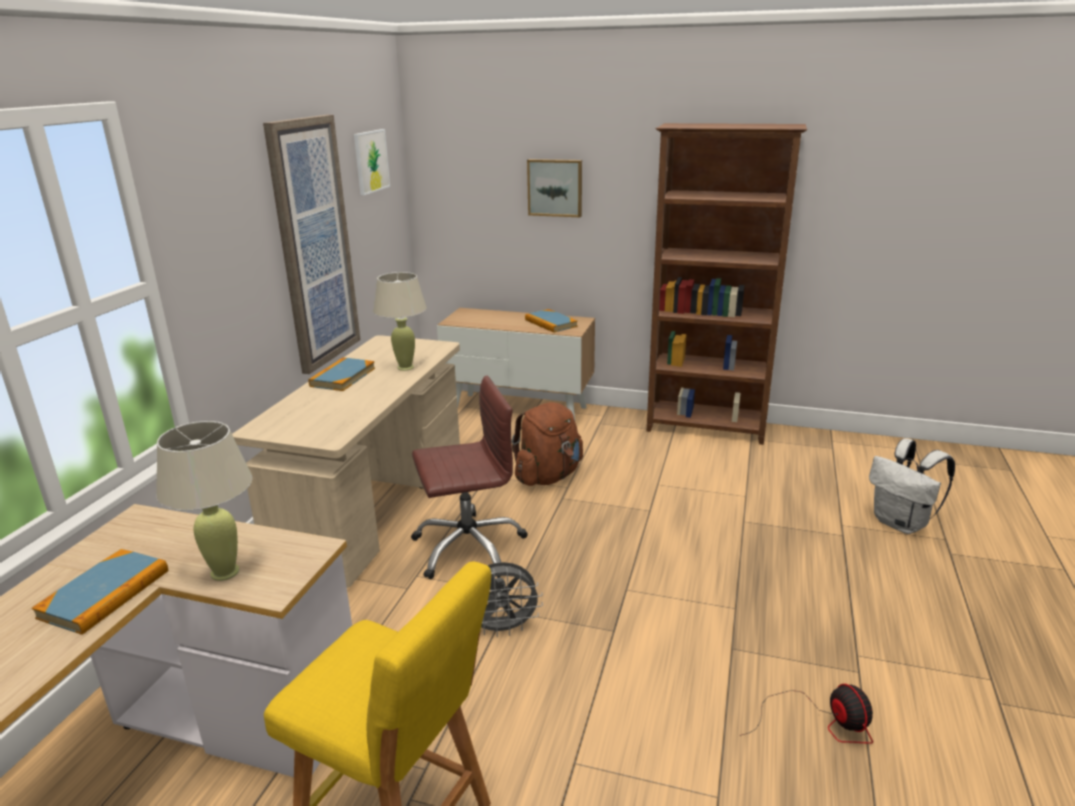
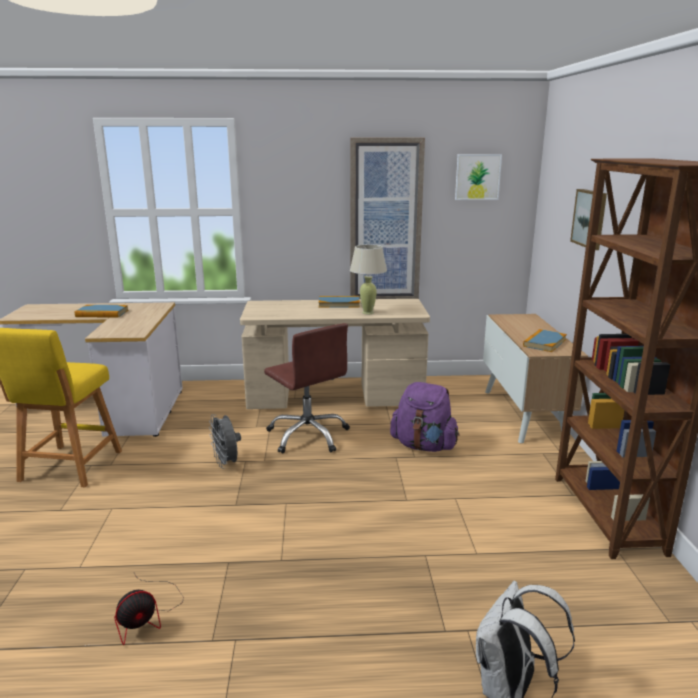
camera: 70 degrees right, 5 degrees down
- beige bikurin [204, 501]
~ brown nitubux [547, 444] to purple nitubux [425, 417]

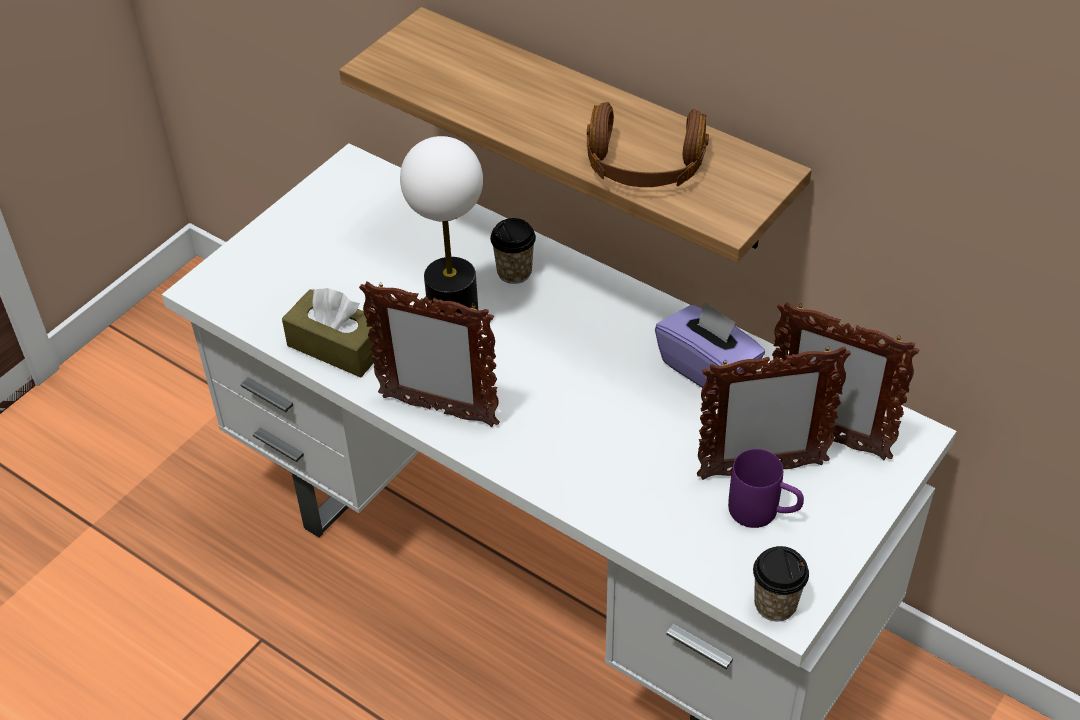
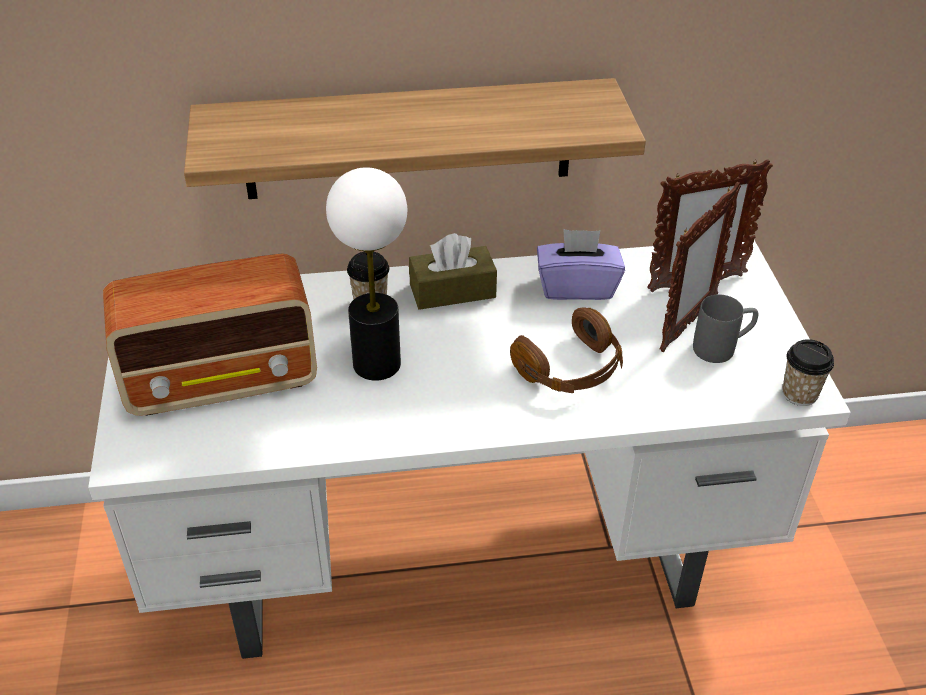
camera: 45 degrees left, 5 degrees down
~ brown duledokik [332, 332] to [453, 271]
- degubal [429, 354]
~ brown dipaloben [648, 144] to [566, 350]
~ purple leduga [766, 488] to grey leduga [725, 328]
+ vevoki [210, 334]

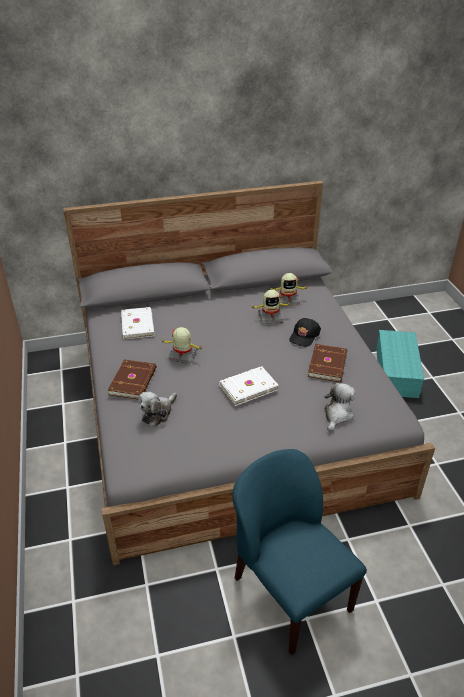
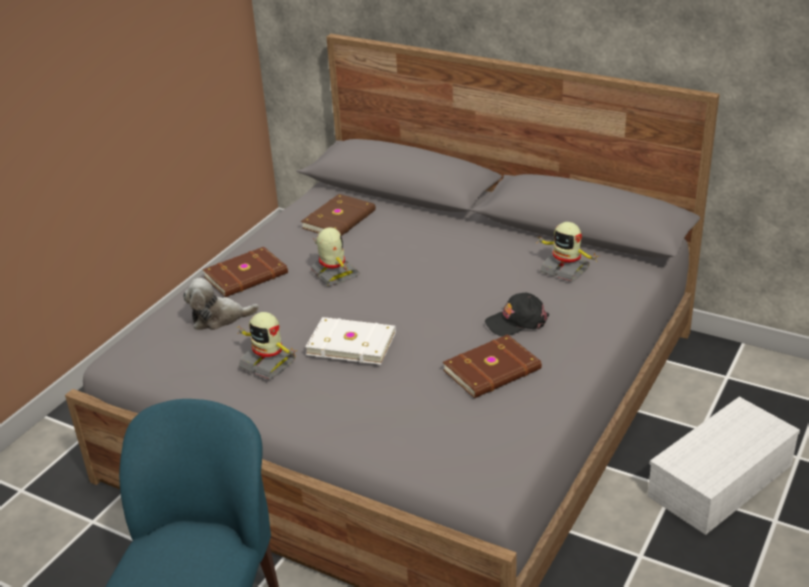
camera: 45 degrees right, 5 degrees down
~ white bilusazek [138, 323] to brown bilusazek [338, 215]
~ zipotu [271, 307] to [267, 346]
- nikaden [340, 407]
~ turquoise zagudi [400, 364] to white zagudi [724, 466]

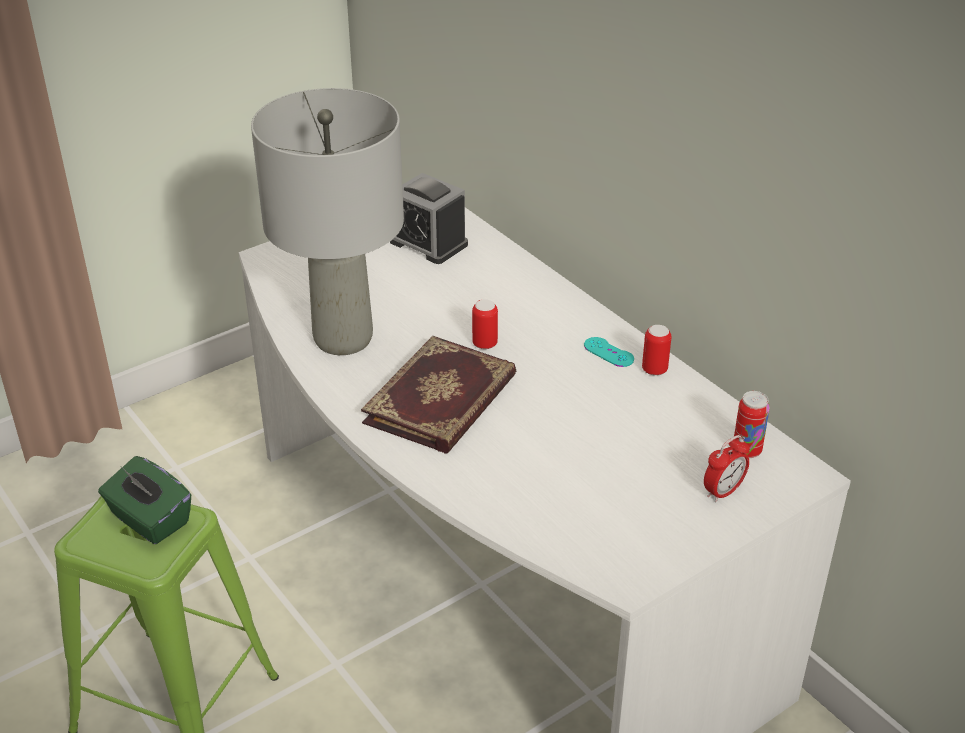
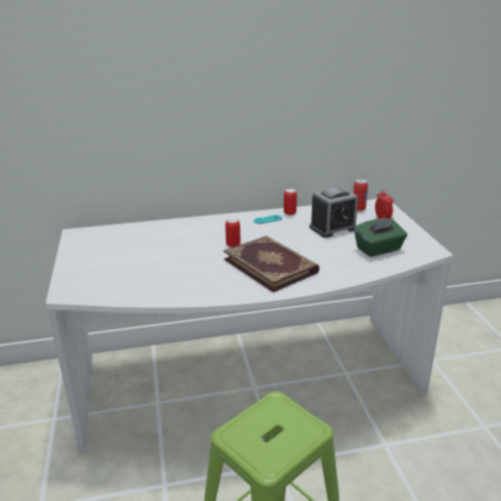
camera: 65 degrees left, 10 degrees down
~ green duledokik [144, 500] to [380, 237]
- grey bikurin [327, 221]
~ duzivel [429, 218] to [333, 212]

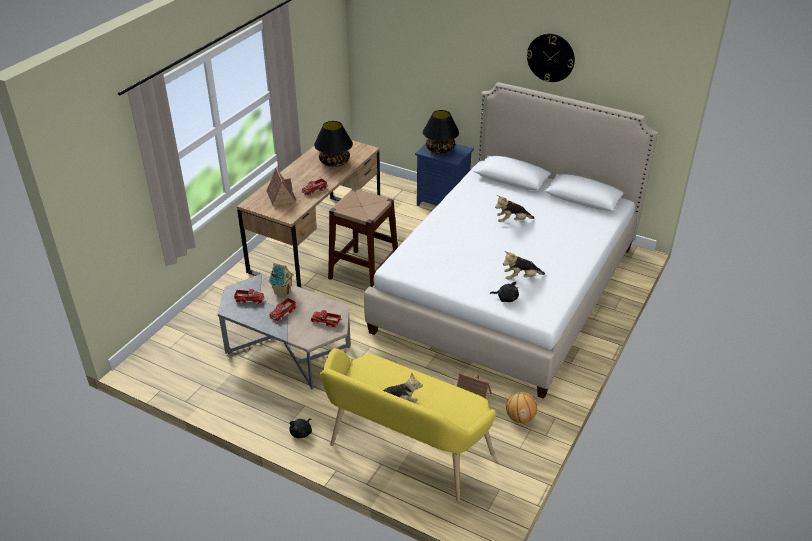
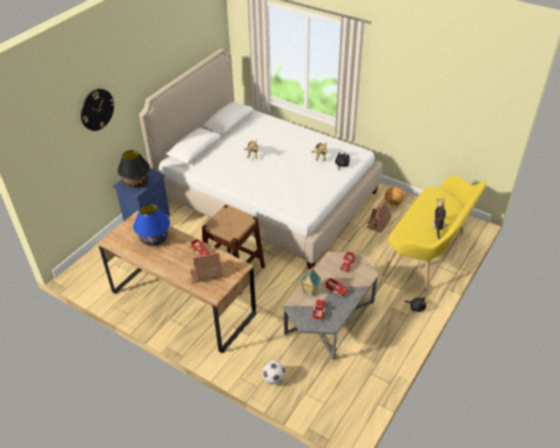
camera: 85 degrees left, 5 degrees up
~ black bikurin [333, 144] to blue bikurin [151, 225]
~ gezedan [551, 58] to [98, 110]
+ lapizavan [273, 372]

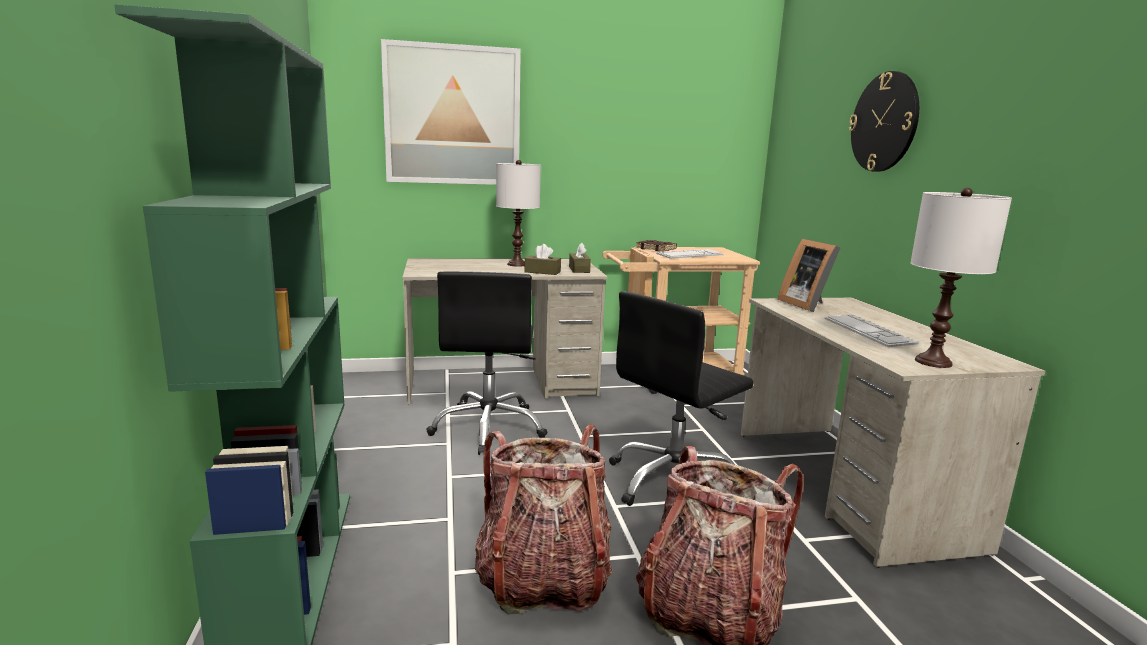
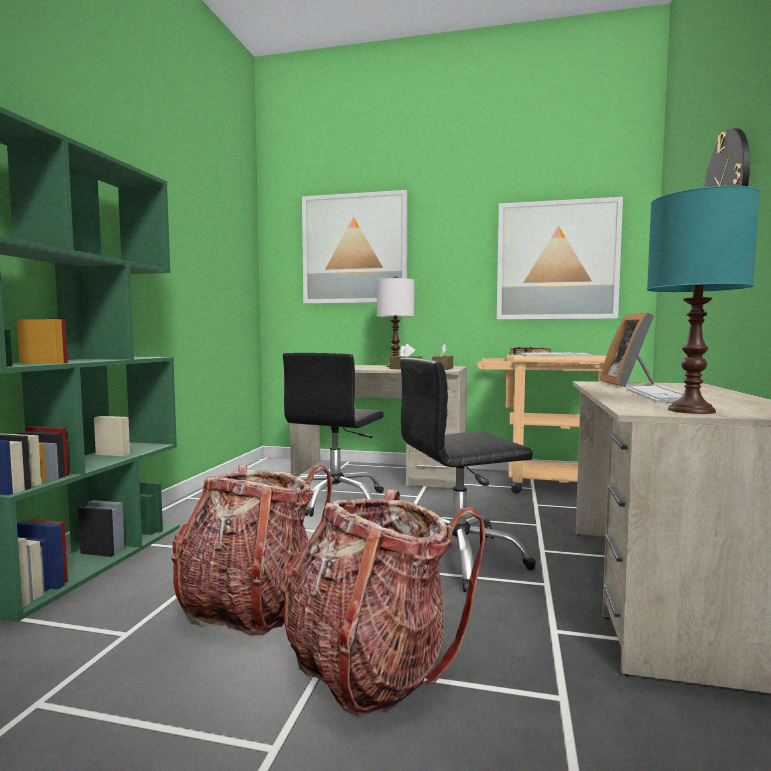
camera: 25 degrees right, 10 degrees down
~ white bikurin [961, 278] to turquoise bikurin [703, 300]
+ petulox [560, 258]

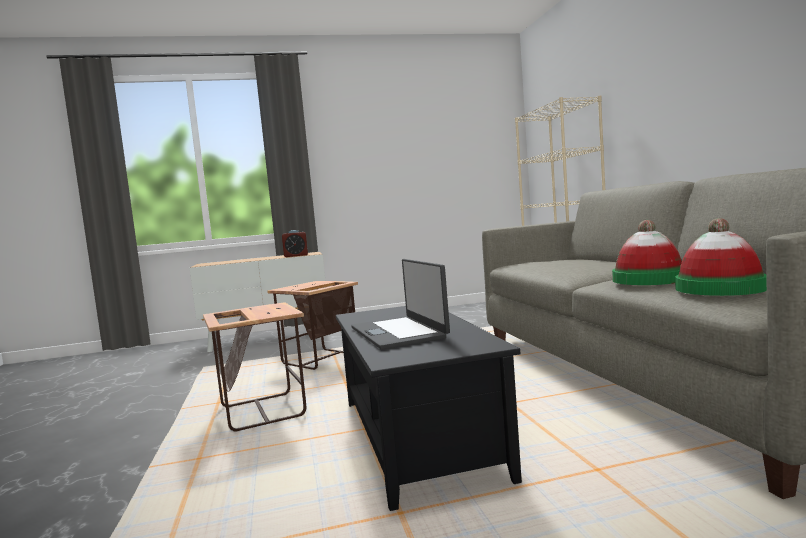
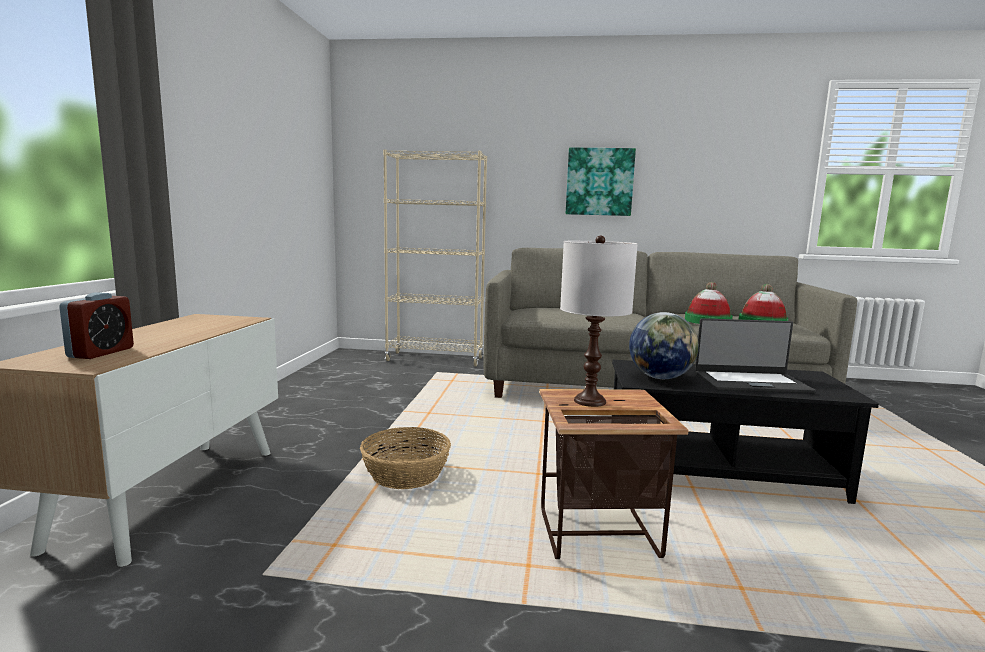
camera: 70 degrees left, 5 degrees up
~ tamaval [312, 325] to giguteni [405, 458]
~ duzivel [295, 243] to [96, 325]
+ white bikurin [599, 321]
+ petulox [601, 182]
+ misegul [664, 345]

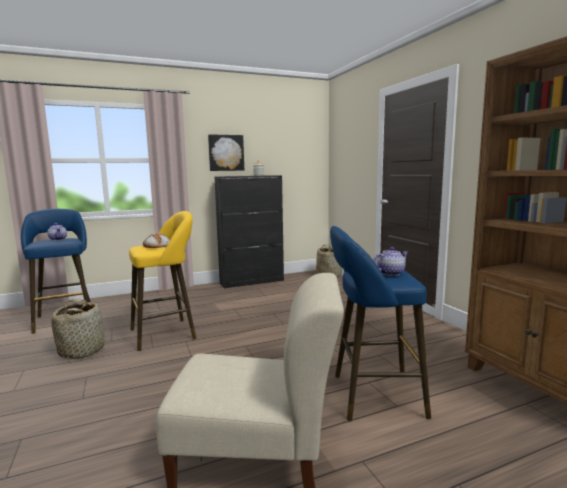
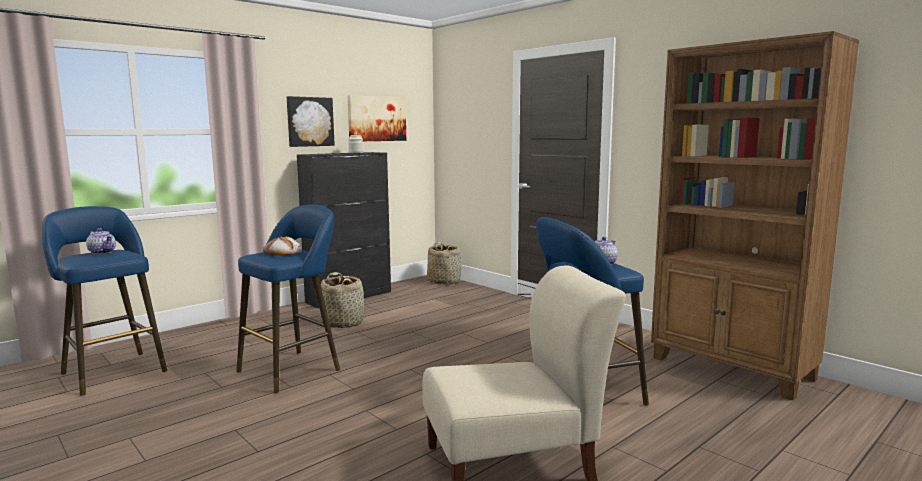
camera: 20 degrees left, 0 degrees up
~ giguteni [77, 329] to [342, 300]
~ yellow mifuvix [162, 281] to blue mifuvix [288, 299]
+ petulox [377, 118]

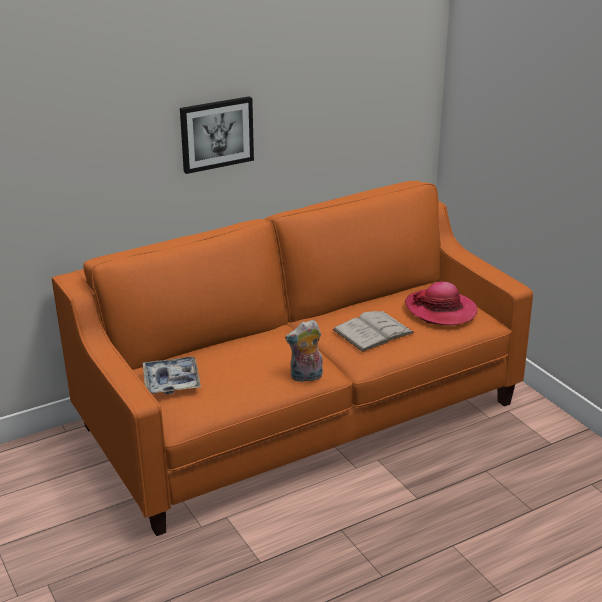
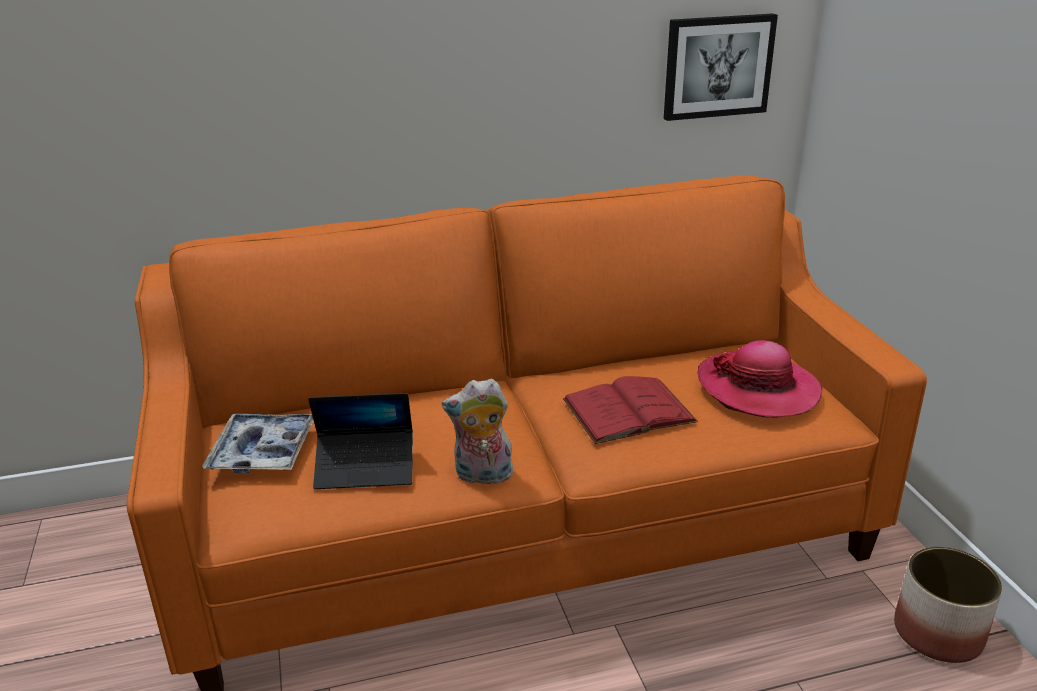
camera: 15 degrees right, 0 degrees up
~ petulox [217, 135] to [721, 67]
~ white bilusazek [373, 331] to red bilusazek [630, 410]
+ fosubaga [360, 441]
+ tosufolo [948, 605]

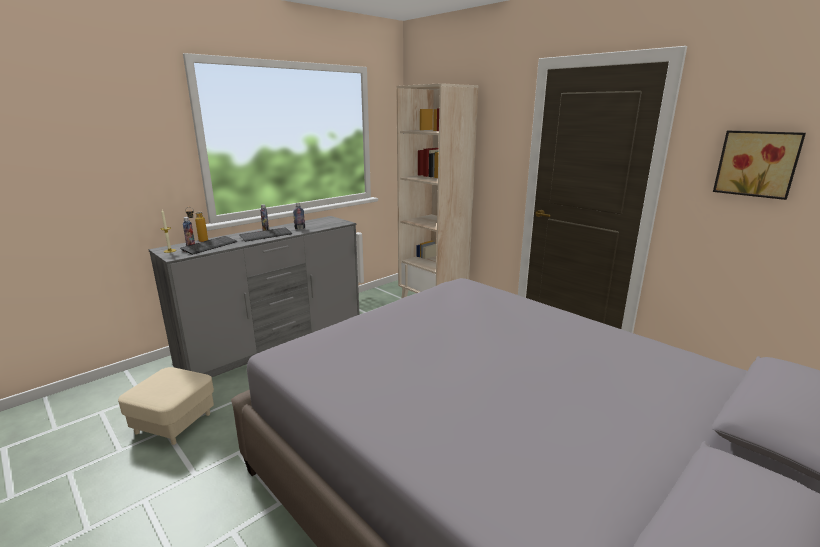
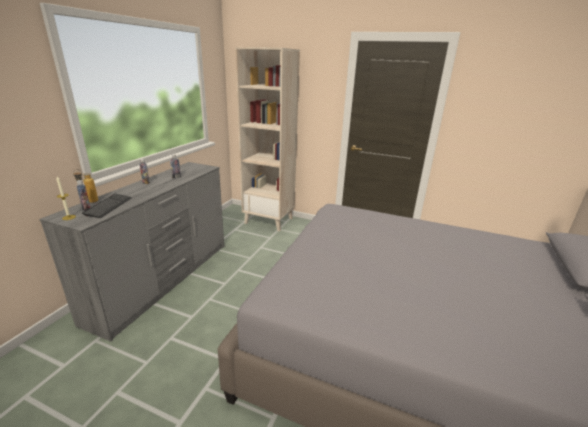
camera: 25 degrees left, 5 degrees up
- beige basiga [166, 406]
- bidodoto [265, 234]
- petulox [759, 165]

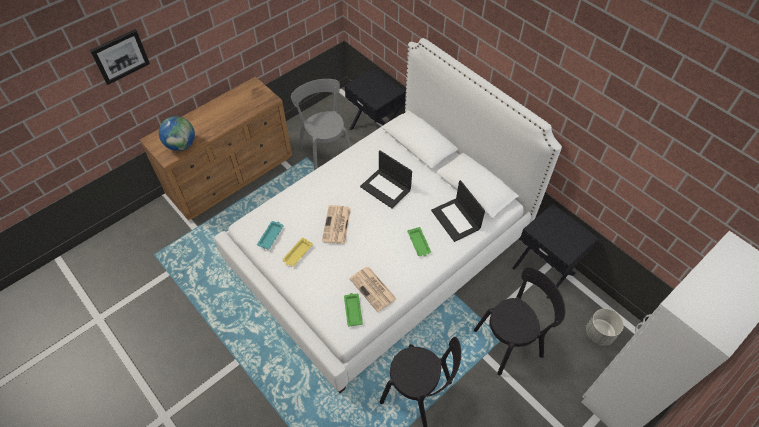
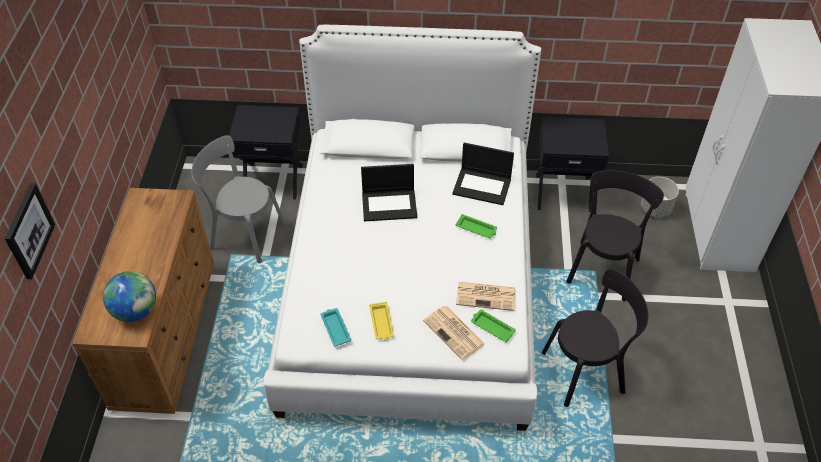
camera: 45 degrees left, 5 degrees down
~ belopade [336, 224] to [454, 333]

